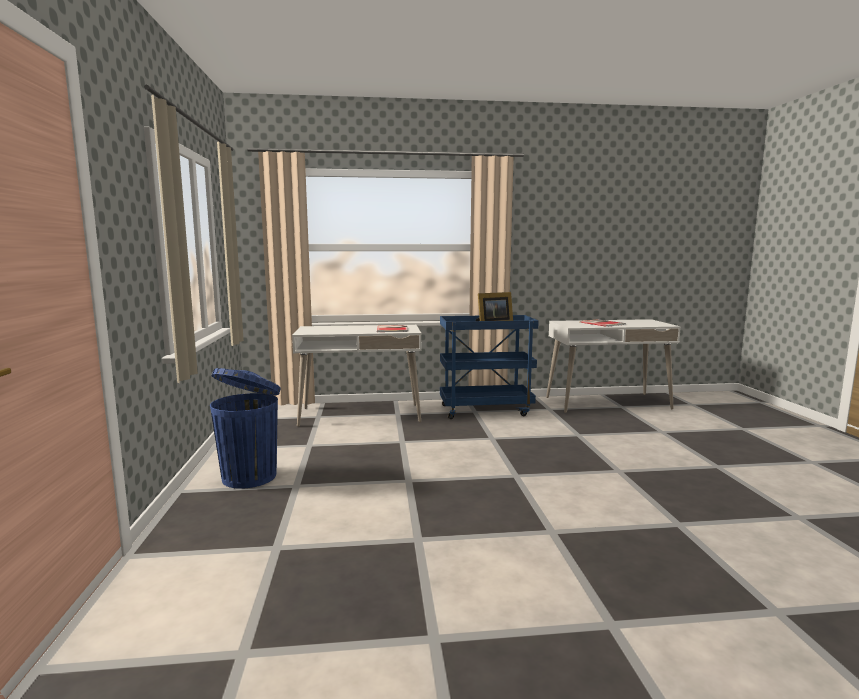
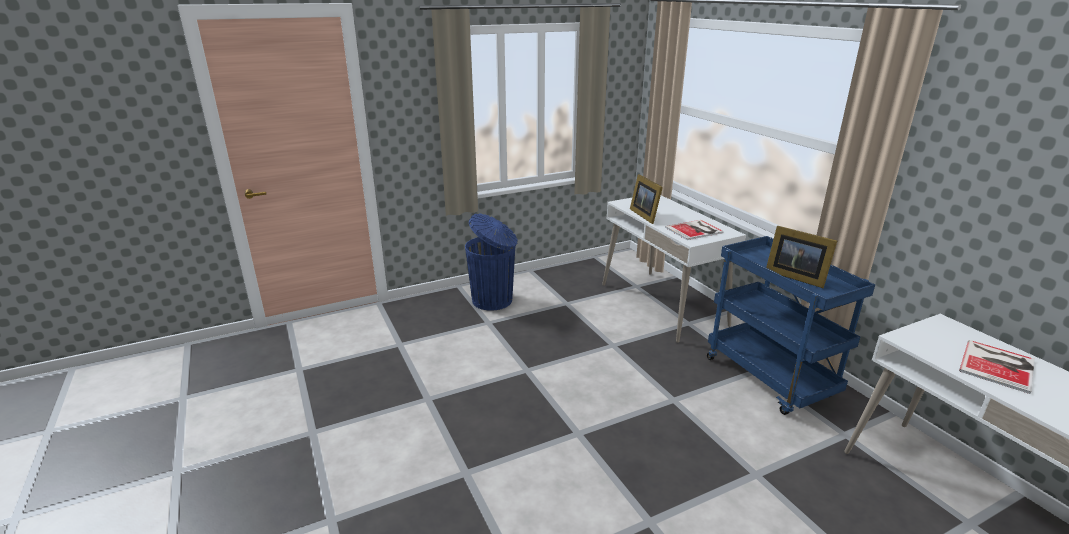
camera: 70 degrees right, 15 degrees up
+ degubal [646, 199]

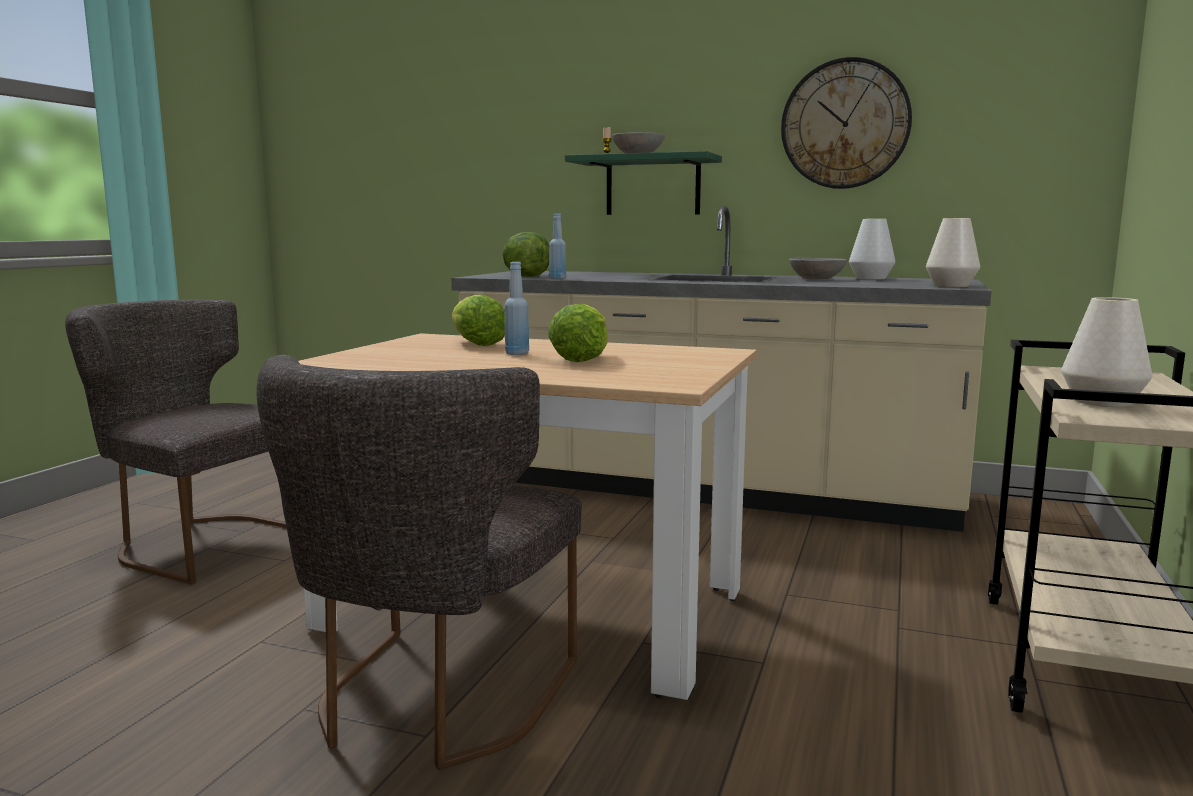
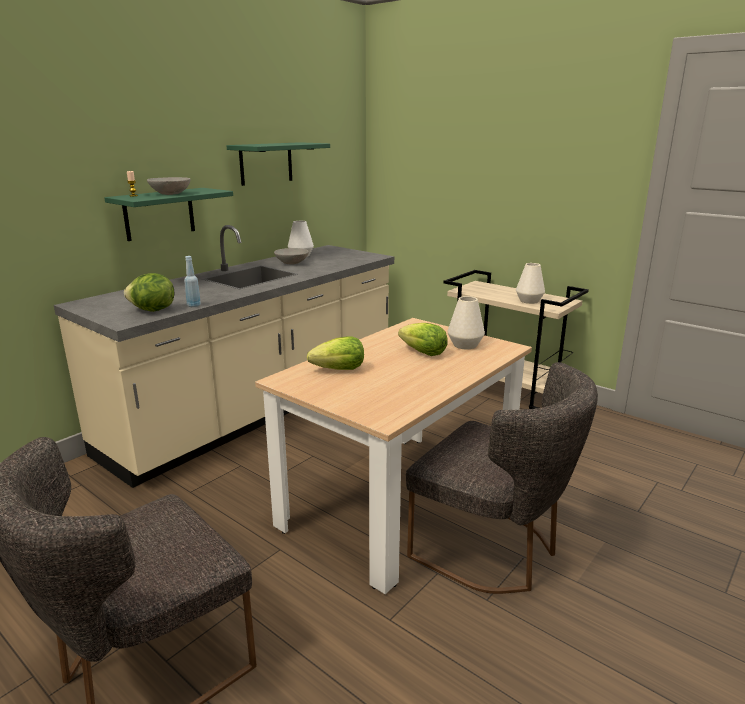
camera: 70 degrees left, 10 degrees up
- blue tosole [517, 308]
~ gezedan [846, 123] to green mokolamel [278, 164]
~ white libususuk [953, 252] to [466, 322]

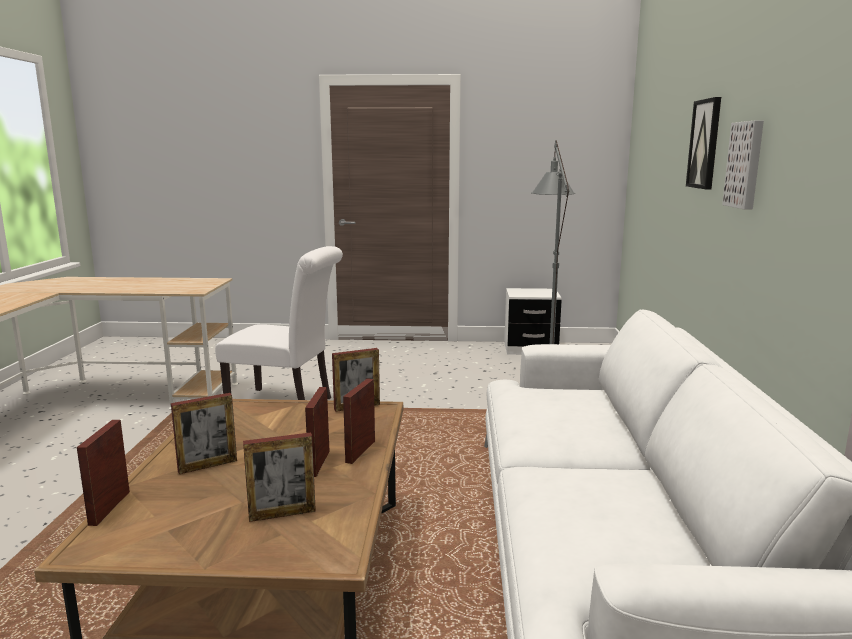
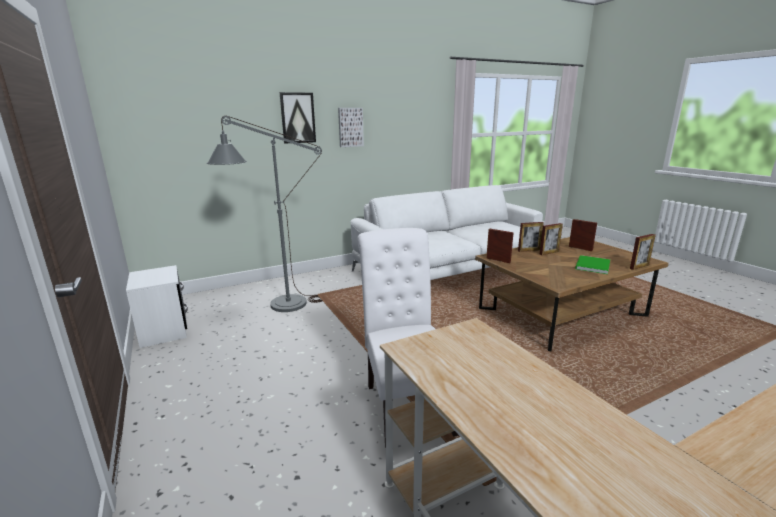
camera: 120 degrees left, 5 degrees up
~ degubal [204, 433] to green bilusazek [592, 264]

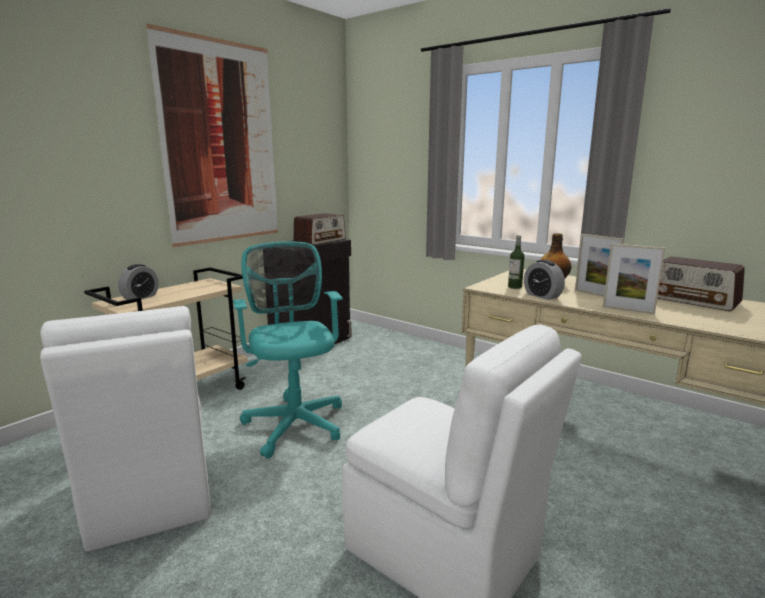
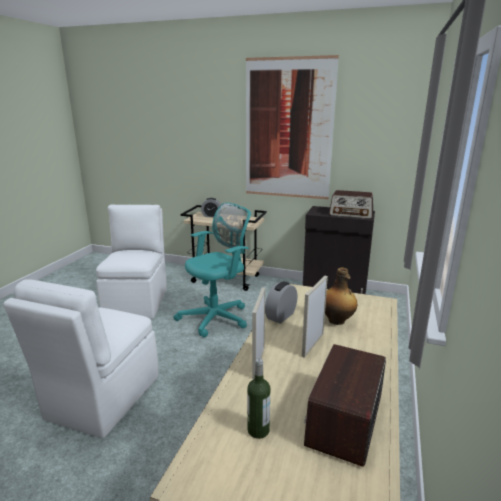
camera: 70 degrees right, 5 degrees up
~ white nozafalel [125, 429] = [131, 261] 135 degrees clockwise
~ tosole [516, 262] to [258, 398]

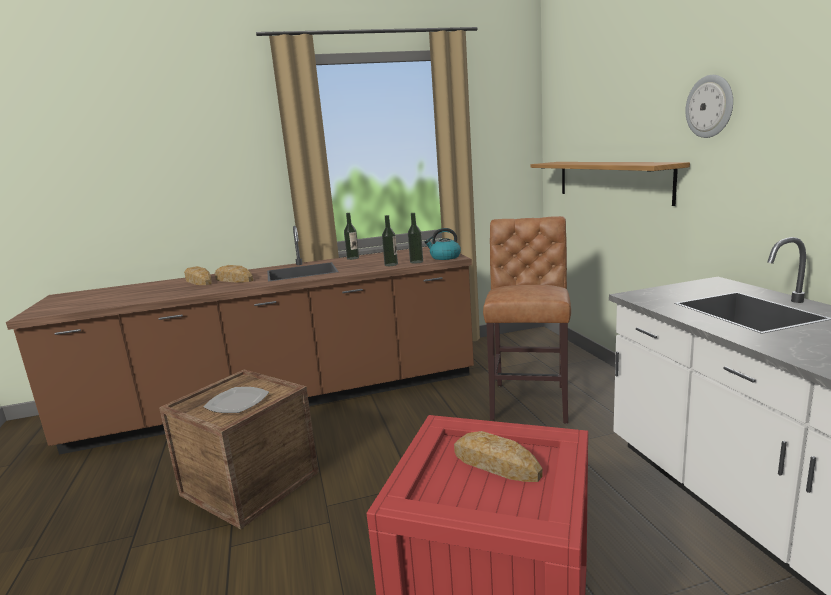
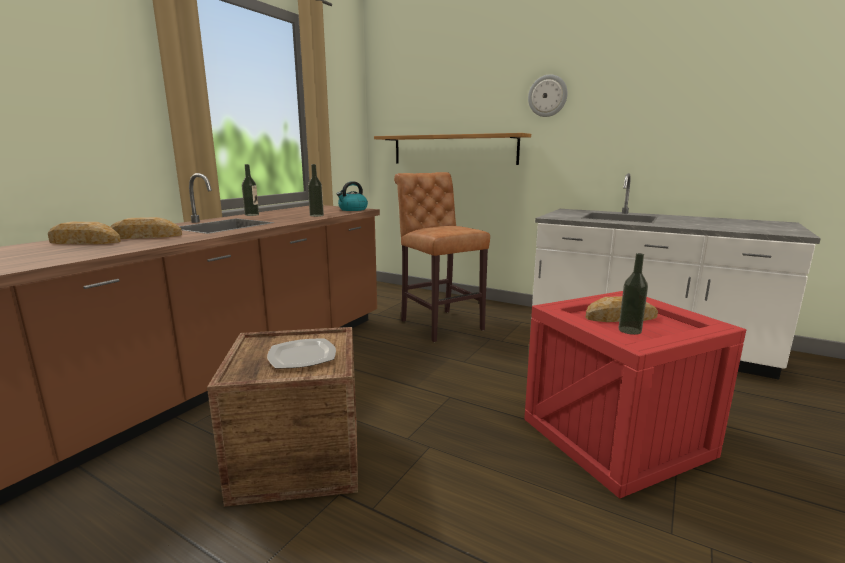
camera: 45 degrees left, 0 degrees up
~ tosole [415, 238] to [633, 294]

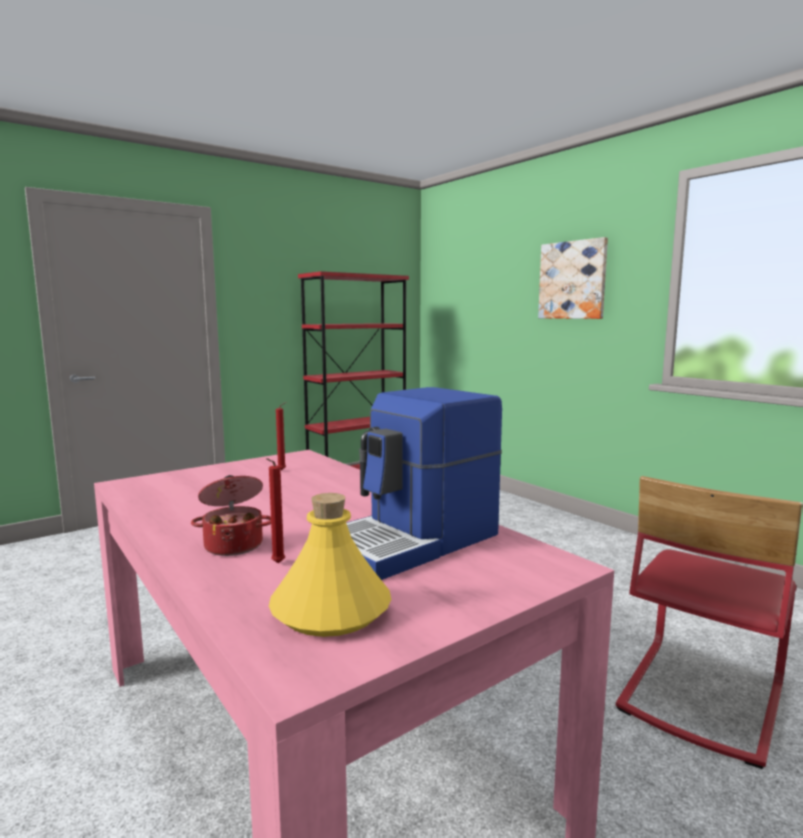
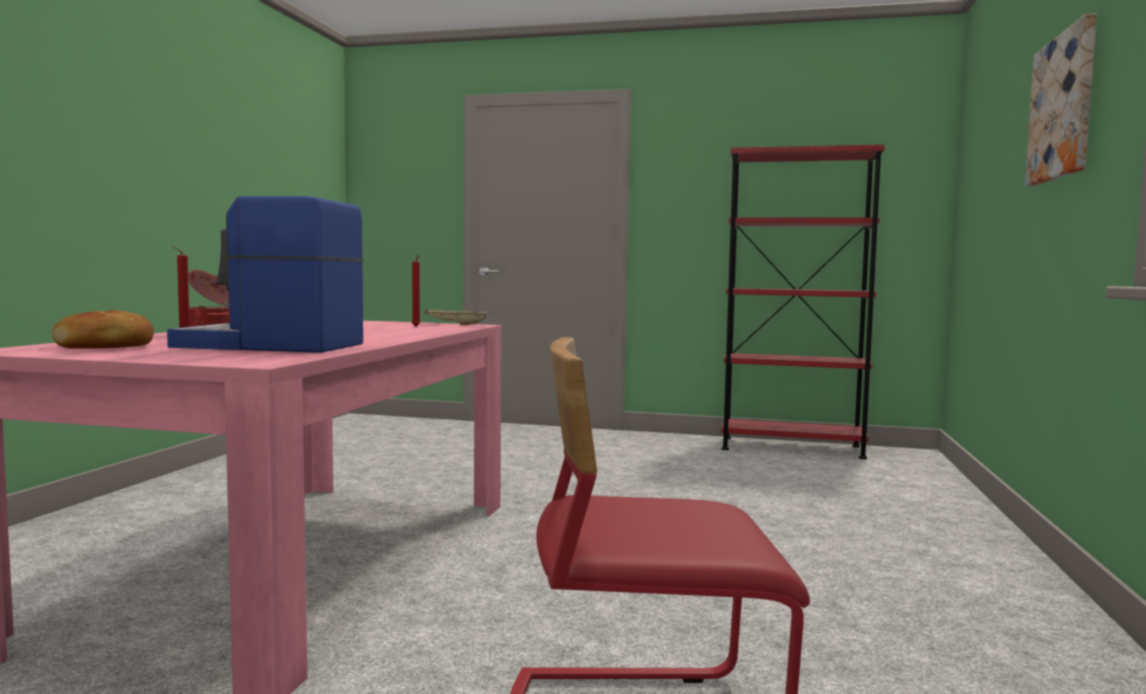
camera: 50 degrees right, 5 degrees down
~ yellow tosole [330, 565] to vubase [103, 329]
+ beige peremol [459, 317]

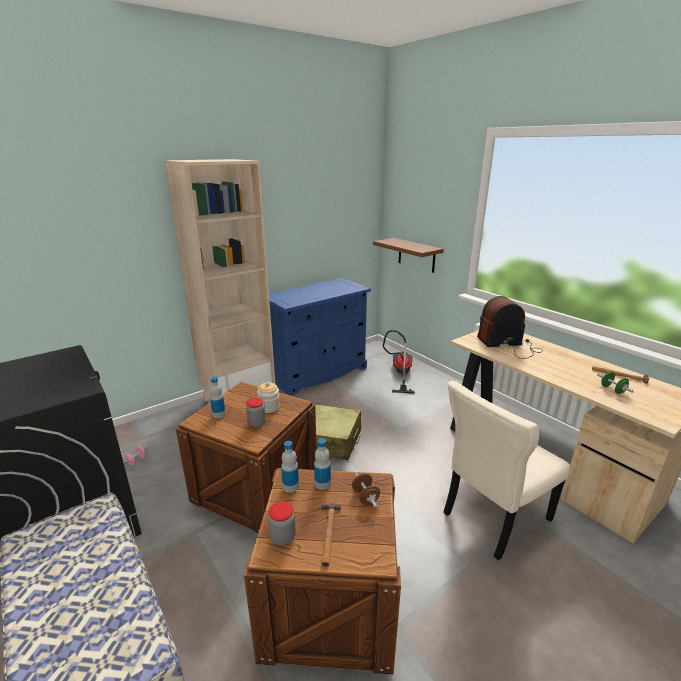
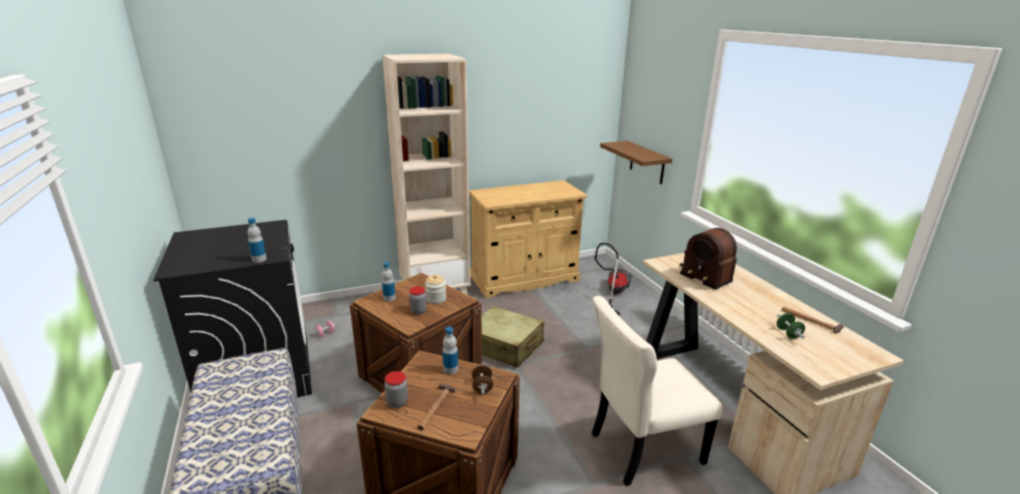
camera: 15 degrees right, 0 degrees up
~ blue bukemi [320, 337] to beige bukemi [528, 239]
~ tosole [290, 467] to [257, 240]
~ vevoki [510, 327] = [708, 259] 135 degrees counterclockwise

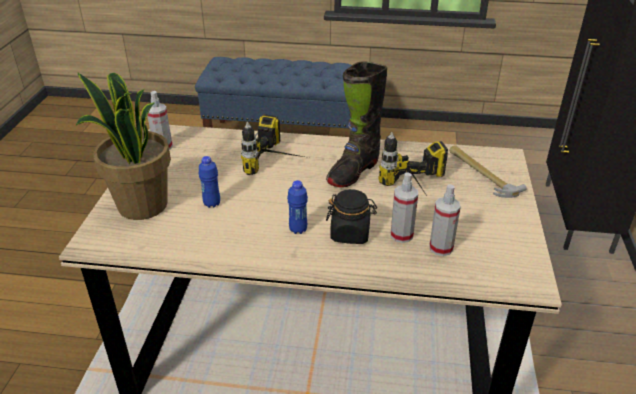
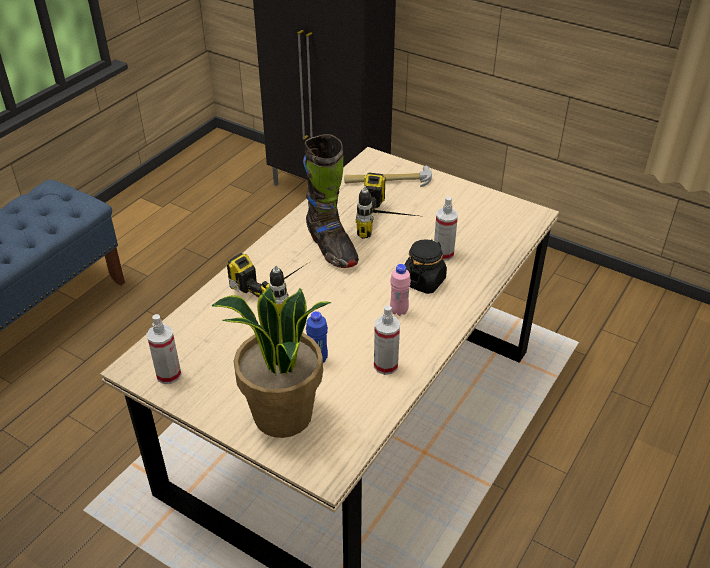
camera: 65 degrees left, 5 degrees up
~ blue tosole [297, 207] to pink tosole [400, 290]
~ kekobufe [445, 220] to [387, 340]

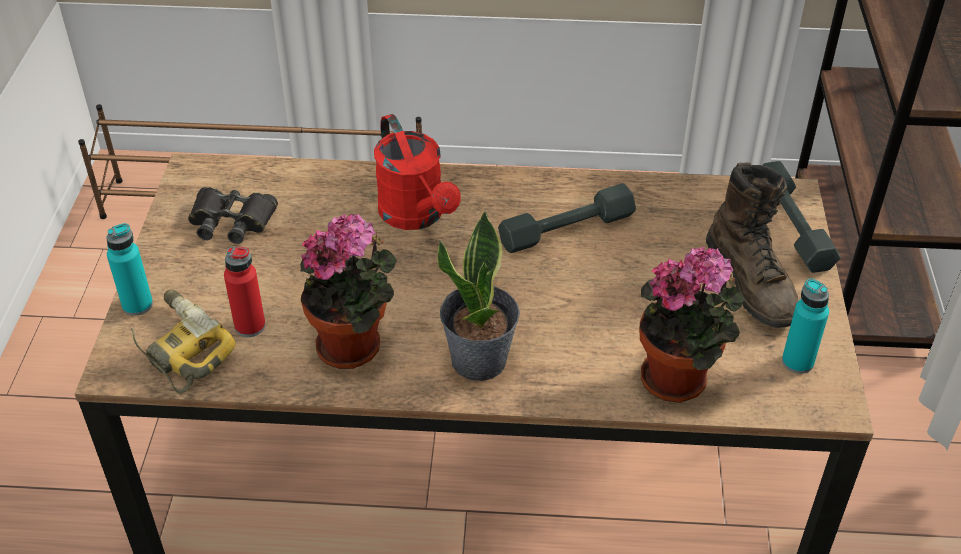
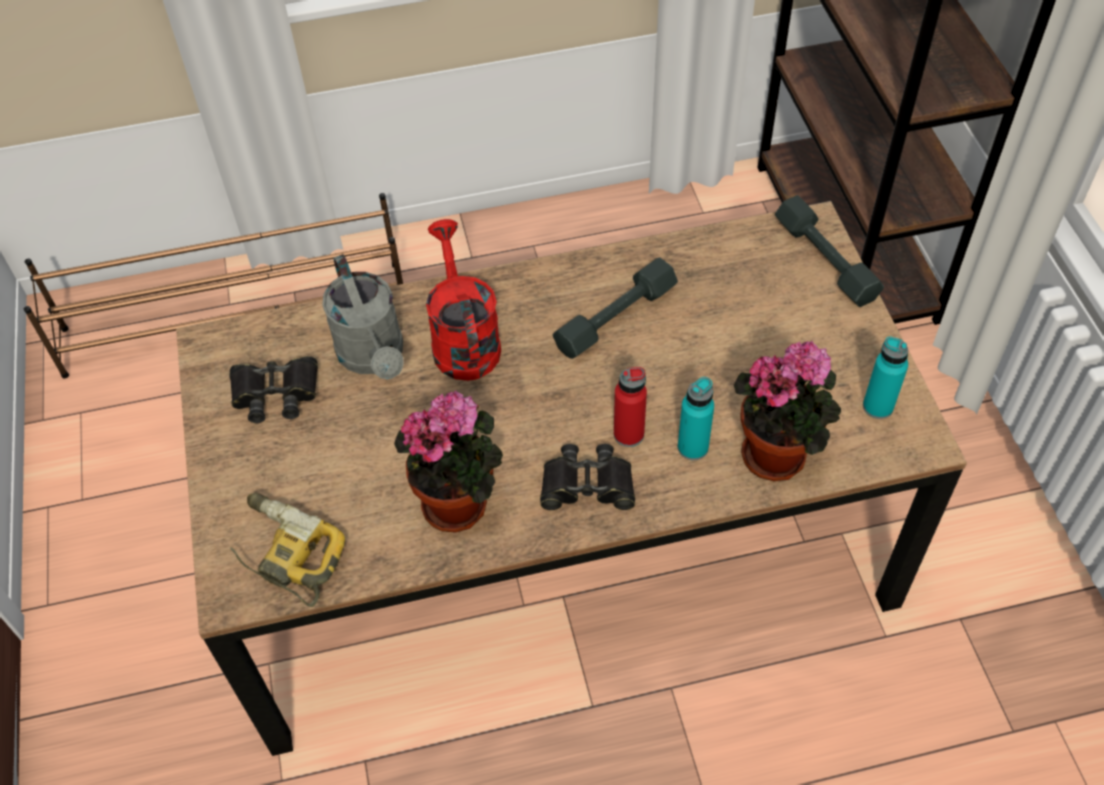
camera: 15 degrees left, 10 degrees up
~ turquoise tosole [129, 269] to [696, 418]
~ red tosole [245, 291] to [630, 407]
~ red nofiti [417, 172] = [463, 300] 150 degrees counterclockwise
~ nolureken [478, 295] to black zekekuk [587, 477]
- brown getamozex [752, 245]
+ grey nofiti [363, 316]

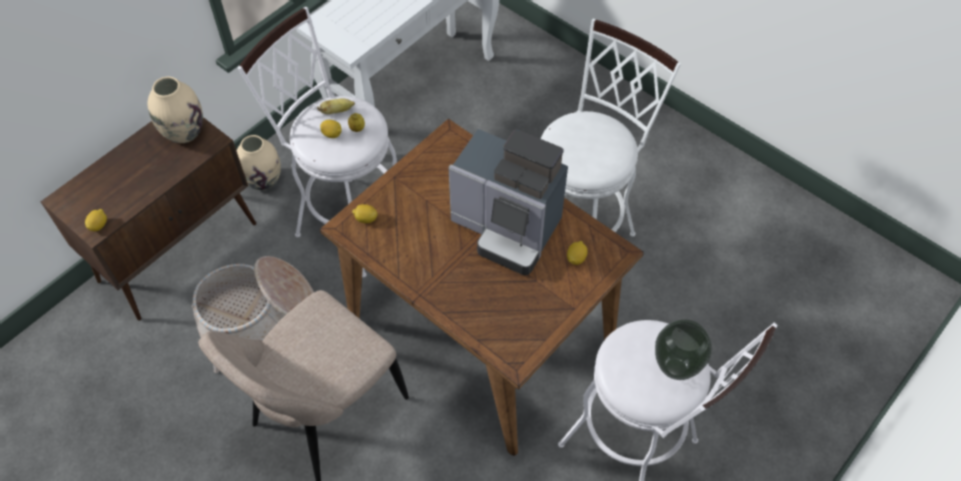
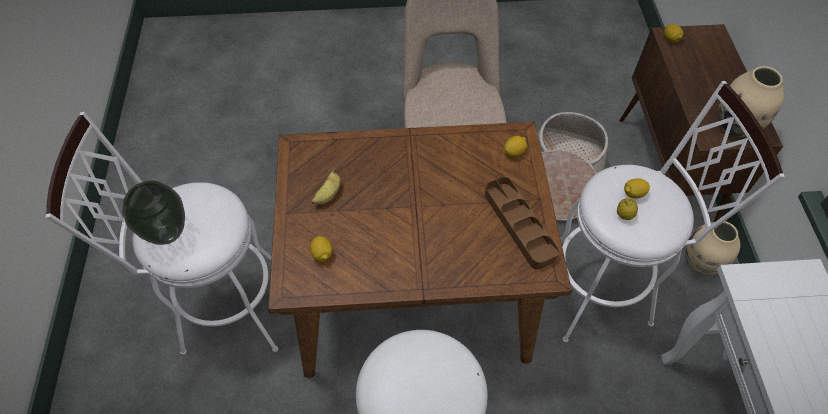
camera: 135 degrees right, 0 degrees up
~ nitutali [336, 106] to [326, 186]
- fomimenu [508, 202]
+ brown peremol [522, 223]

